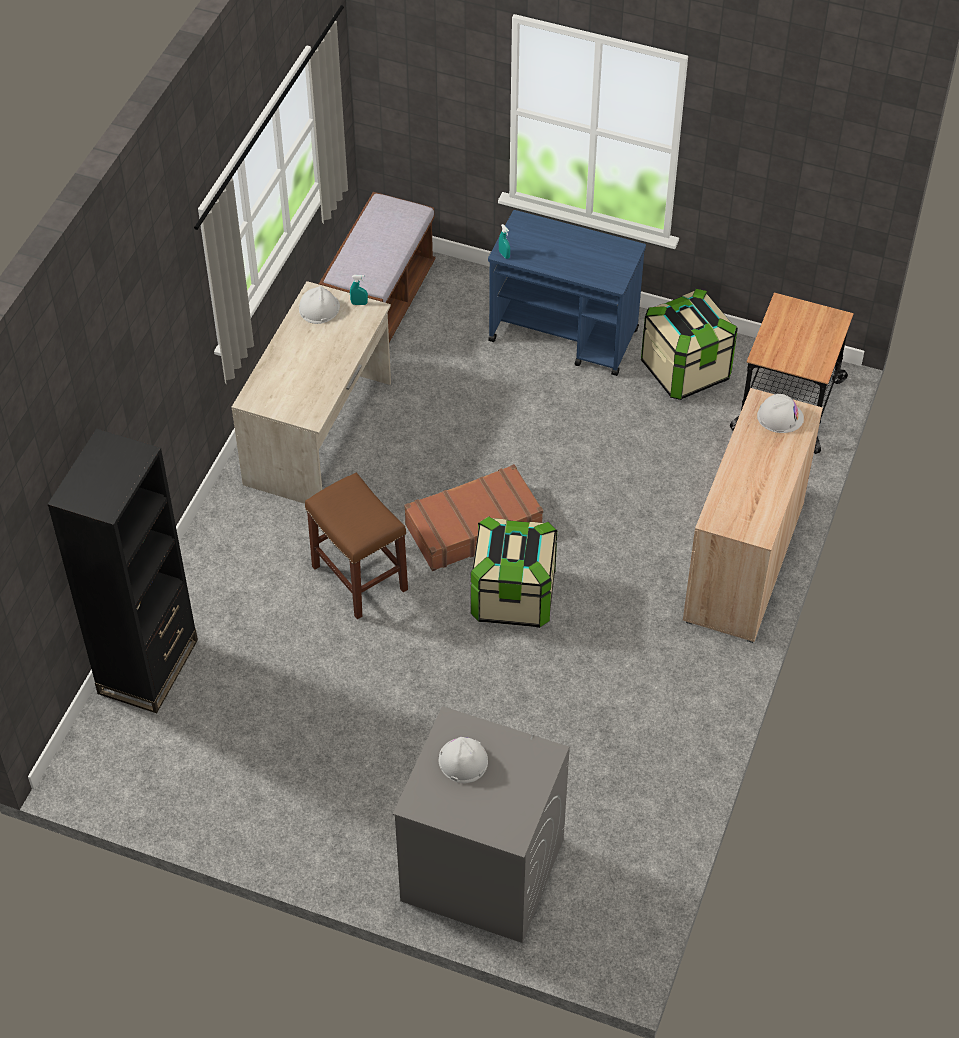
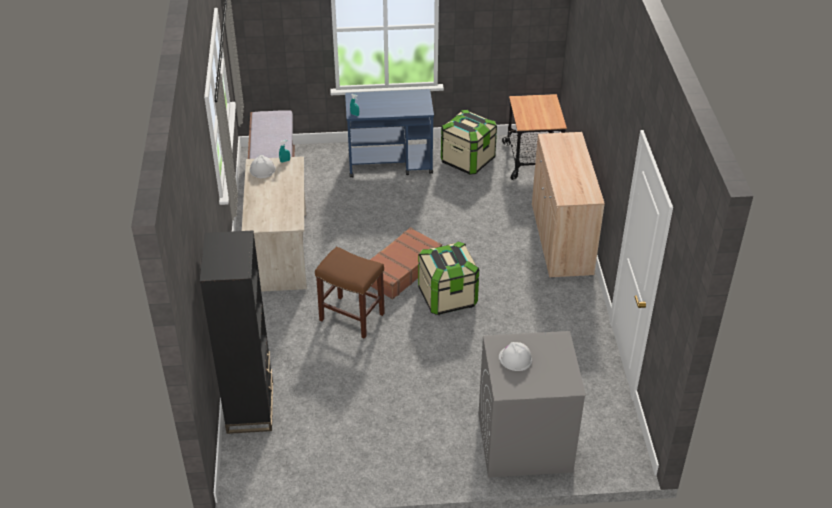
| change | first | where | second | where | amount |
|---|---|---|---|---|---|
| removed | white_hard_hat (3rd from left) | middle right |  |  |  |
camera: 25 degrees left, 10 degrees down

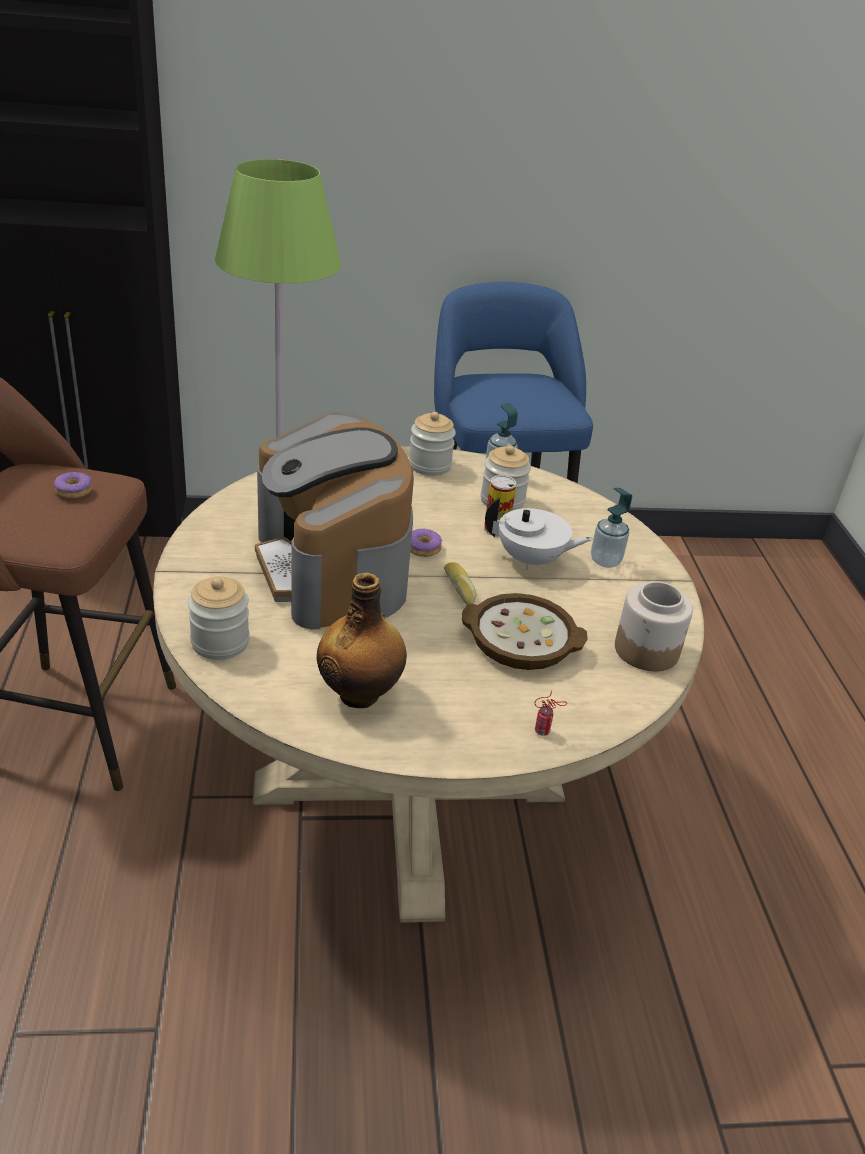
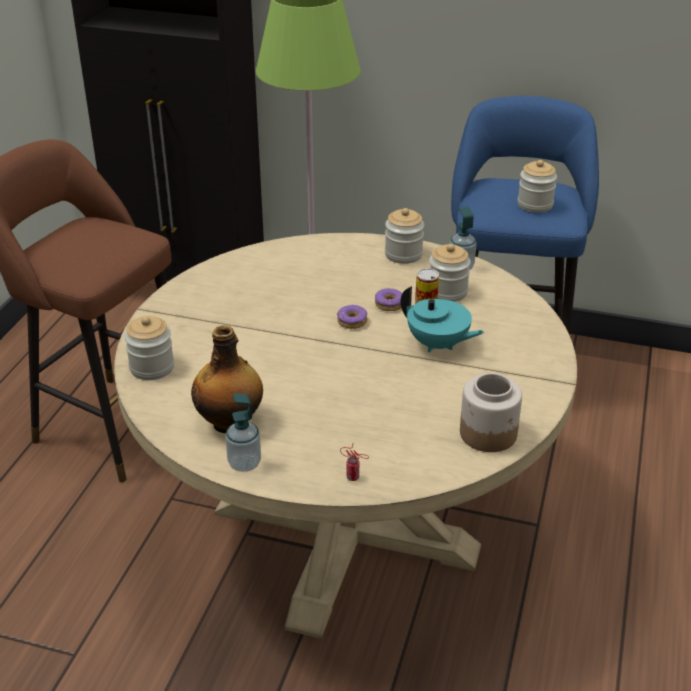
| change | first | where | second | where | amount |
|---|---|---|---|---|---|
| removed | coffee_machine | centre |  |  |  |
| moved | donut (1st from left in the first image) | middle left | donut (2nd from left) | centre |  |
| moved | soap_dispenser (2nd from left in the first image) | middle right | soap_dispenser (1st from left) | centre |  |
| recoloured | white_teapot | centre | turquoise_teapot | centre |  |
| removed | bread | centre |  |  |  |
| removed | bowl | centre |  |  |  |
| added |  |  | jar (5th from left) | top right |  |
camera: 25 degrees right, 0 degrees up

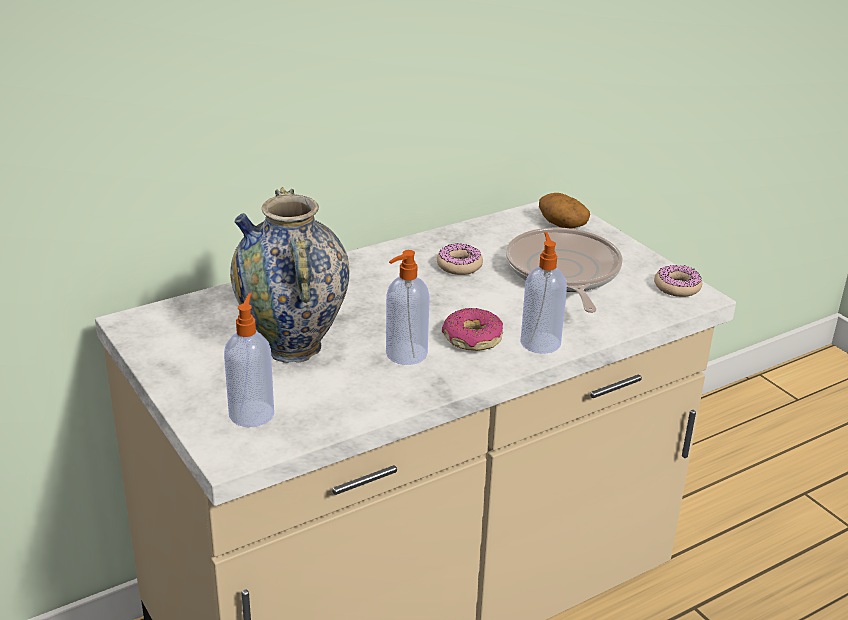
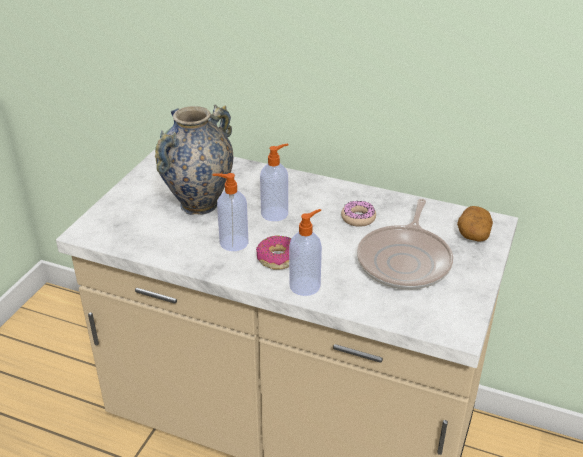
| change | first | where | second | where | amount |
|---|---|---|---|---|---|
| turned | frying_pan | centre |  | middle right | 150 degrees clockwise |
| removed | donut (3rd from left) | middle right |  |  |  |
| moved | soap_dispenser (1st from left in the first image) | middle left | soap_dispenser (2nd from left) | centre |  |
camera: 55 degrees right, 5 degrees up

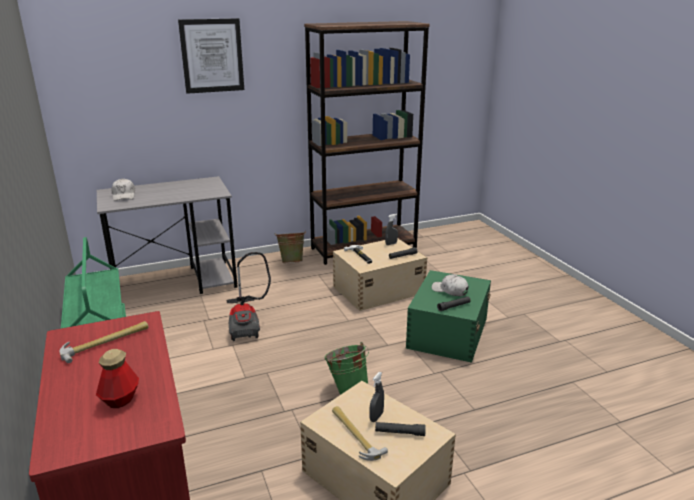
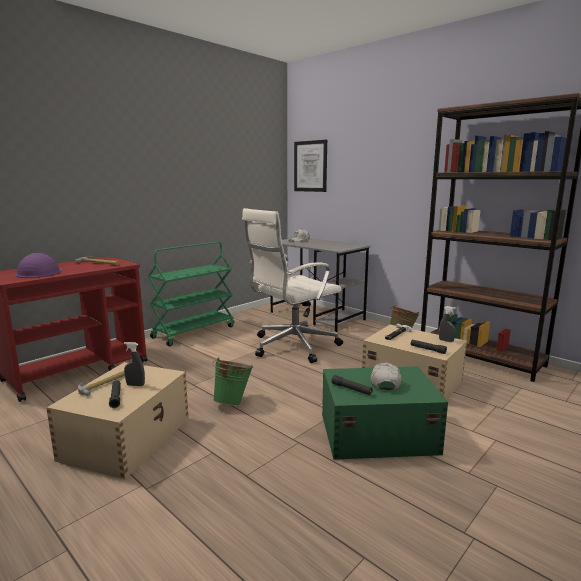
| change | first | where | second | where | amount |
|---|---|---|---|---|---|
| moved | picture | top left |  | top centre |  |
| replaced | vacuum_cleaner | centre | white_office_chair | centre |  |
| replaced | bottle | bottom left | purple_hard_hat | middle left |  |
camera: 65 degrees right, 10 degrees down

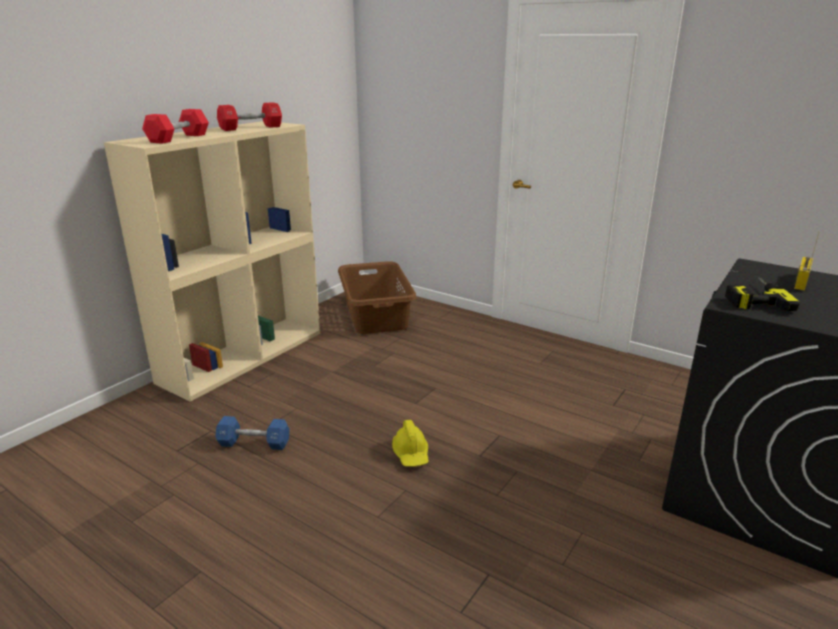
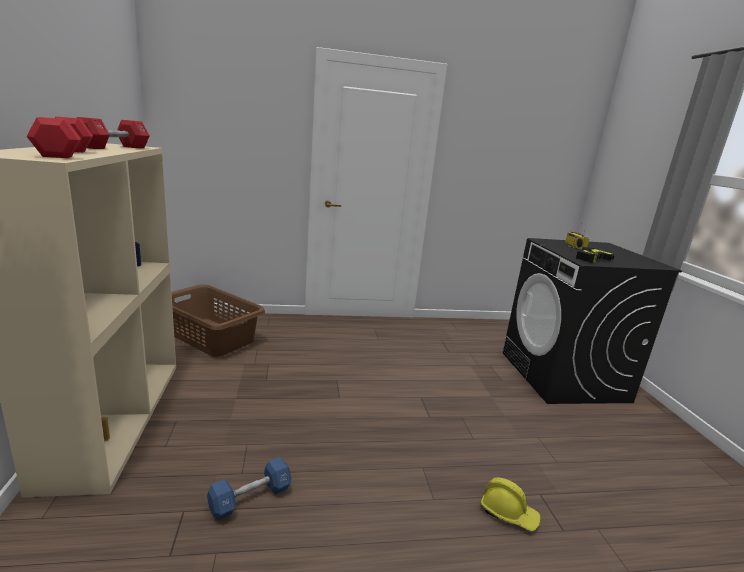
| change | first | where | second | where | amount |
|---|---|---|---|---|---|
| moved | yellow_hard_hat | bottom centre |  | bottom right |  |
camera: 45 degrees left, 5 degrees down

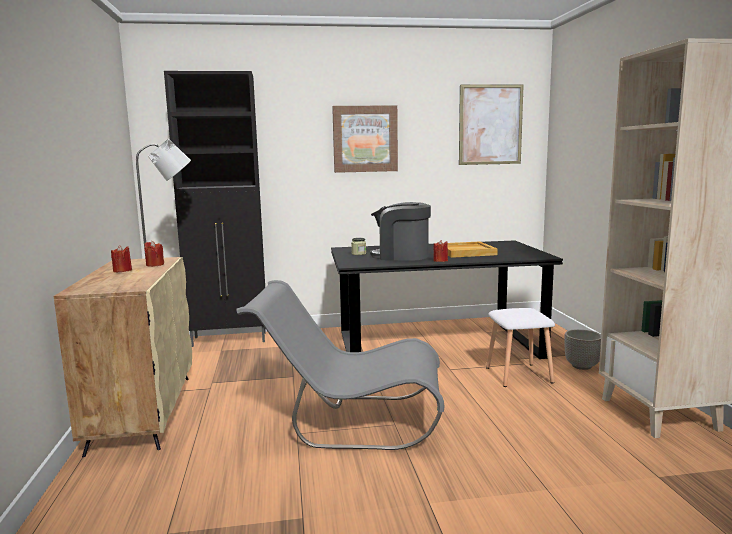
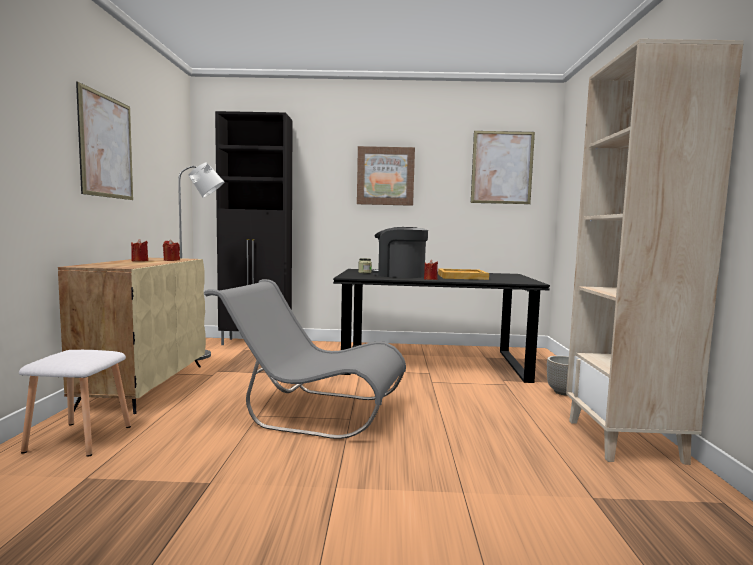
| change | first | where | second | where | amount |
|---|---|---|---|---|---|
| moved | white_stool | middle right |  | bottom left |  |
| added |  |  | picture (1st from left) | top left |  |
camera: 10 degrees right, 5 degrees down

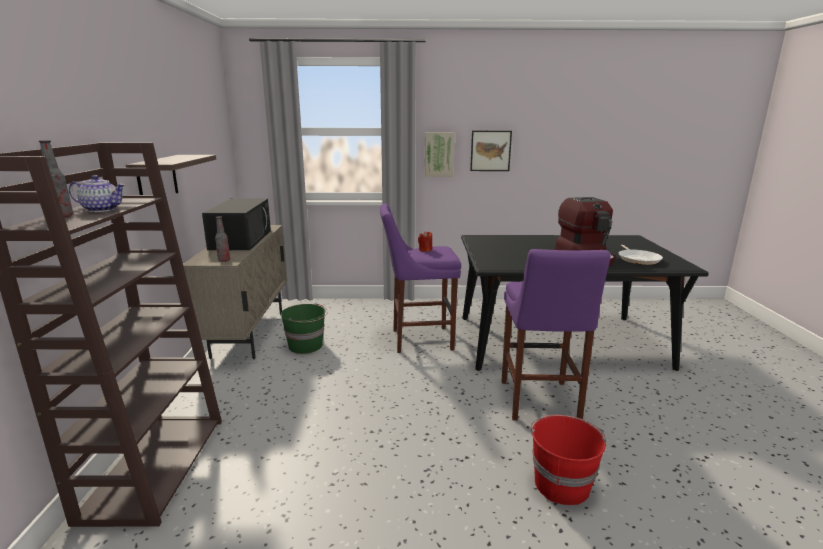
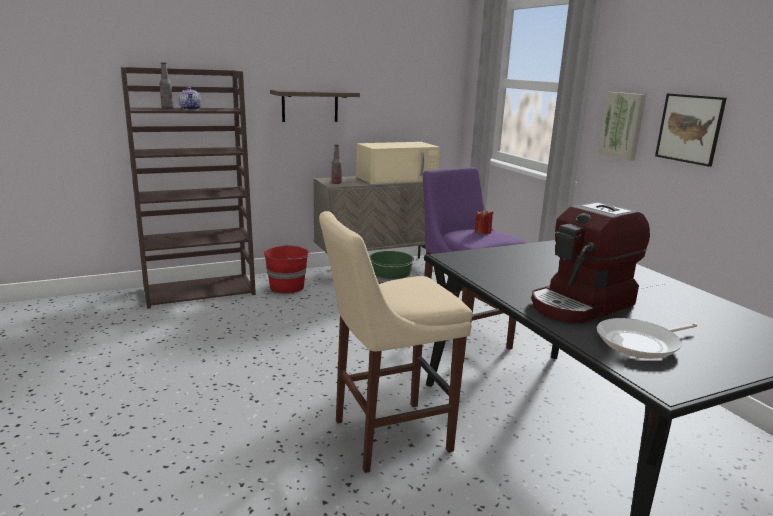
| change | first | where | second | where | amount |
|---|---|---|---|---|---|
| recoloured | black_microwave | middle left | beige_microwave | top centre |  |
| recoloured | purple_stool (2nd from left) | middle right | beige_stool | centre |  |
| moved | red_bucket | bottom right |  | centre |  |
camera: 65 degrees right, 0 degrees up

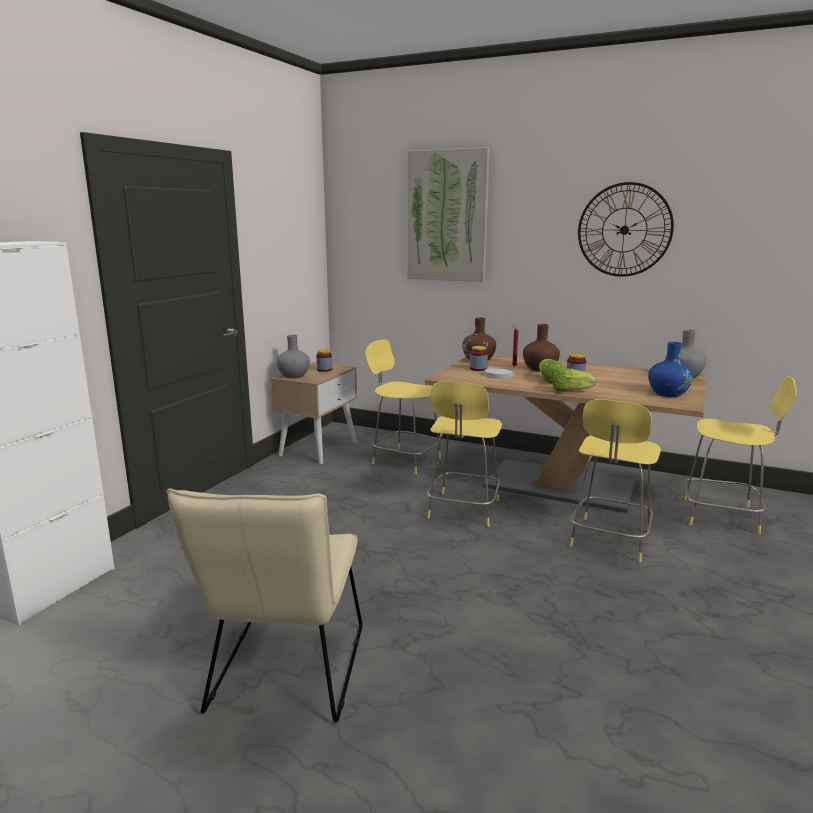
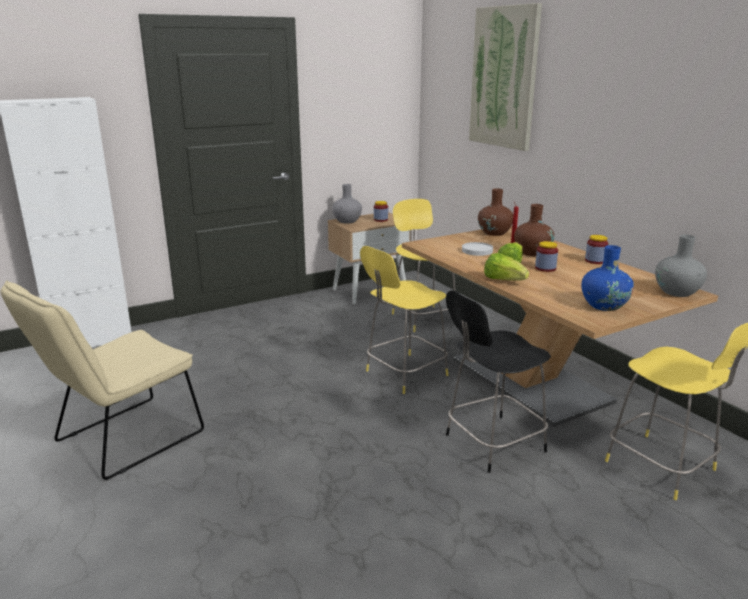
| change | first | where | second | where | amount |
|---|---|---|---|---|---|
| removed | wall_clock | top right |  |  |  |
| moved | jar (2nd from left in the first image) | centre | jar (3rd from left) | middle right |  |
| recoloured | yellow_stool (3rd from left) | middle right | black_stool | centre |  |
camera: 35 degrees right, 5 degrees up

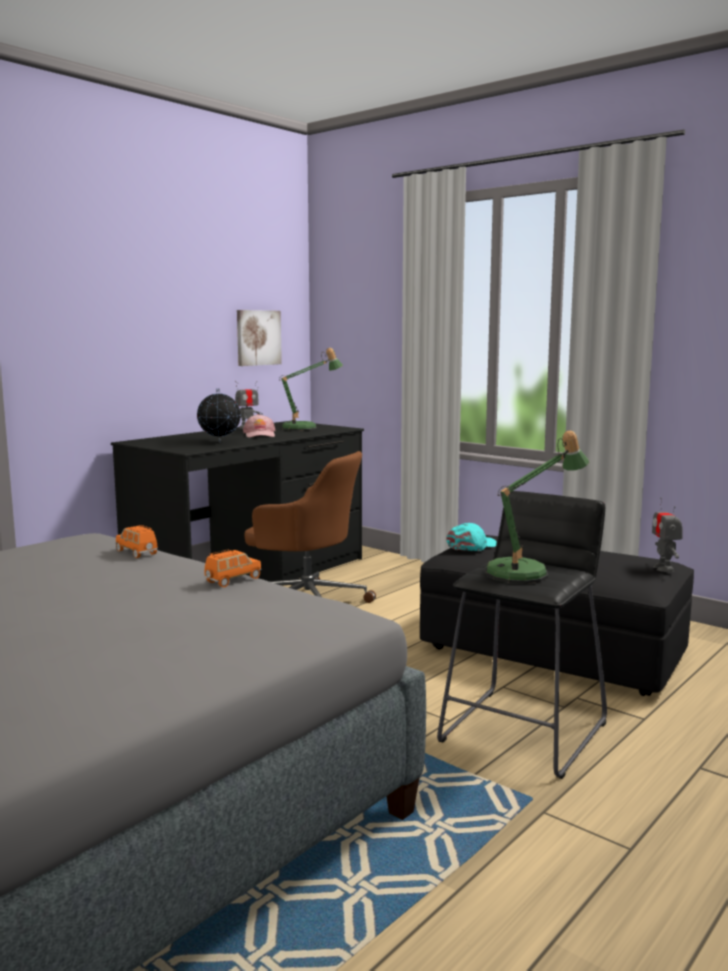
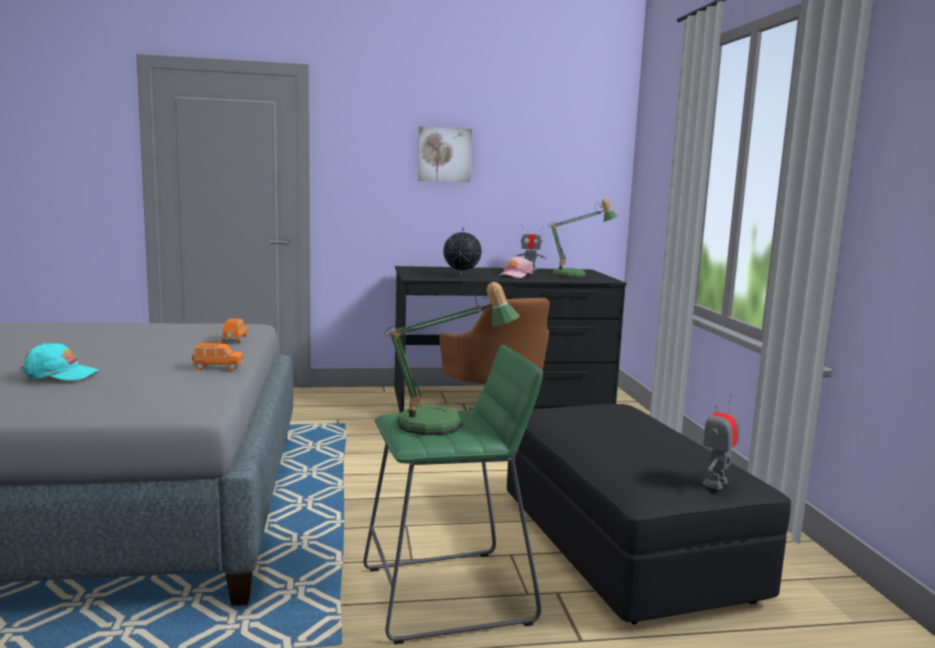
| change | first | where | second | where | amount |
|---|---|---|---|---|---|
| moved | picture | centre |  | top centre |  |
| recoloured | black_stool | middle right | green_stool | bottom centre |  |
| moved | turquoise_cap | centre |  | middle left |  |
camera: 40 degrees right, 0 degrees up

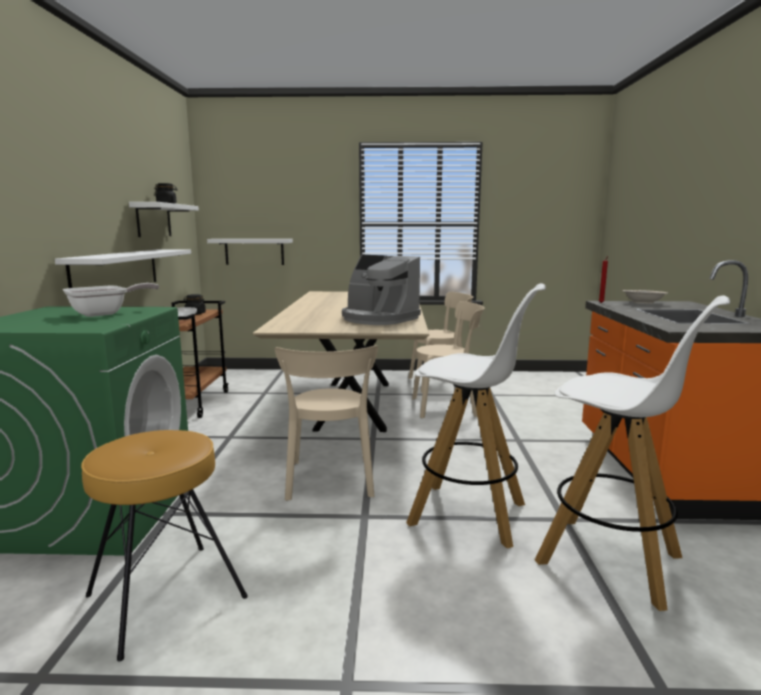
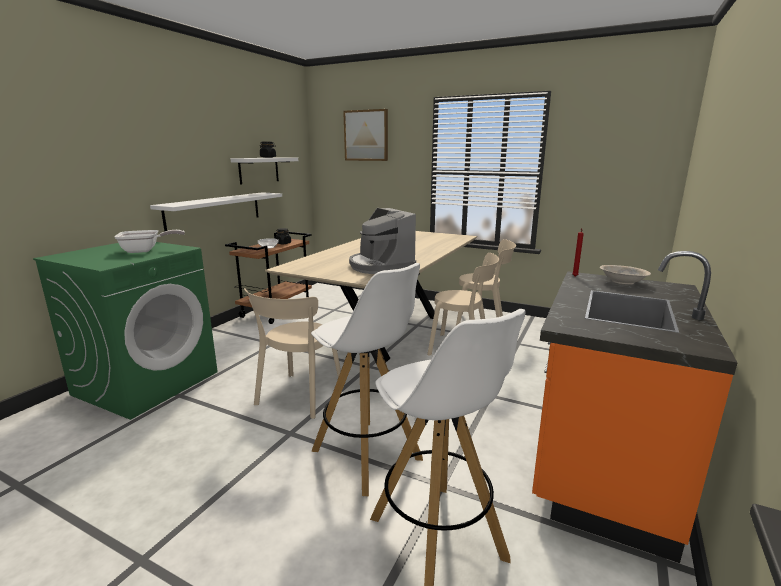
| change | first | where | second | where | amount |
|---|---|---|---|---|---|
| removed | white_shelf (3rd from left) | middle left |  |  |  |
| removed | brown_stool | bottom left |  |  |  |
| added |  |  | picture | top centre |  |
camera: 25 degrees right, 5 degrees up

